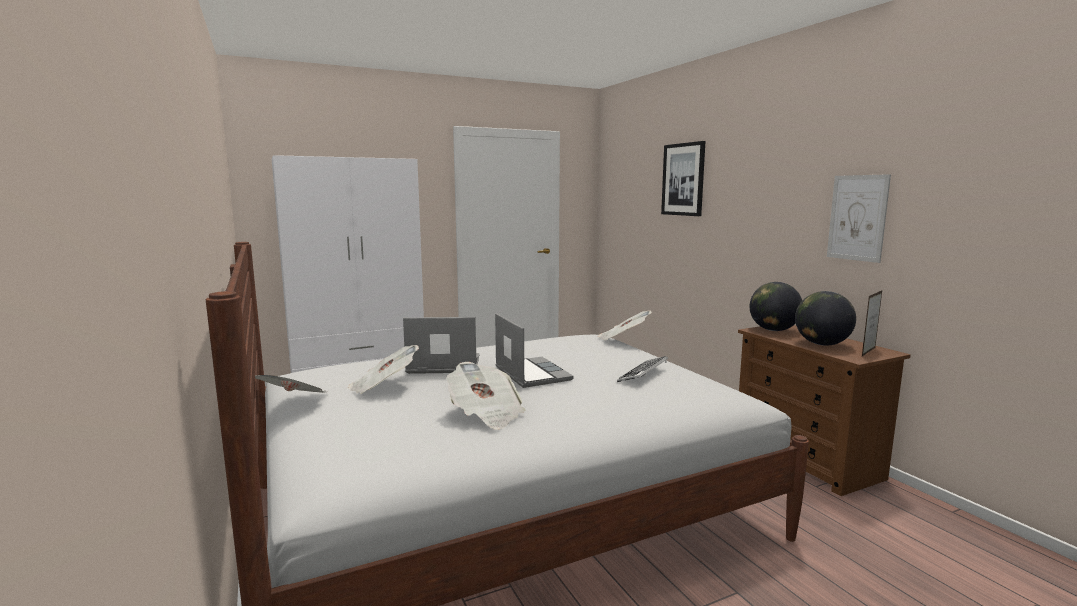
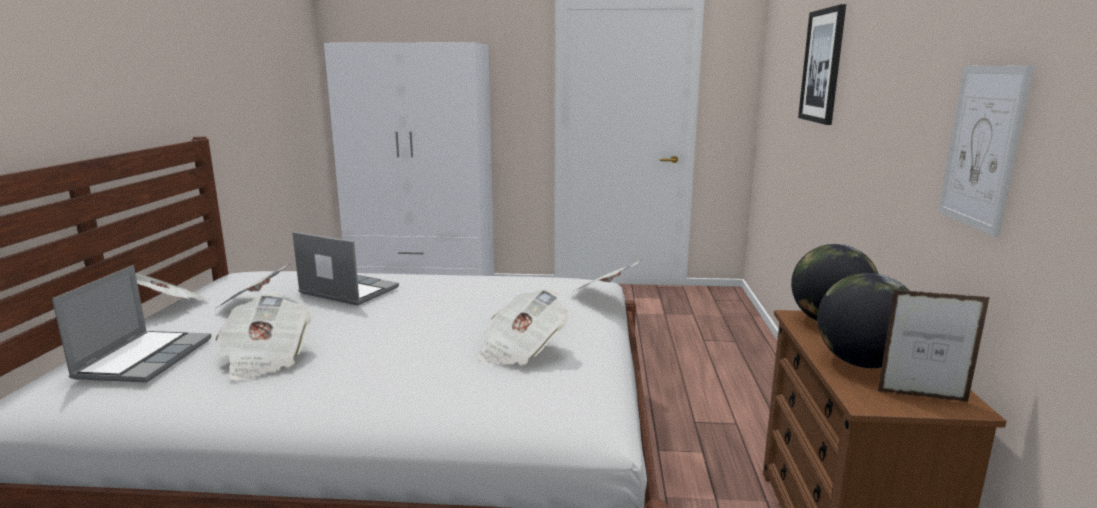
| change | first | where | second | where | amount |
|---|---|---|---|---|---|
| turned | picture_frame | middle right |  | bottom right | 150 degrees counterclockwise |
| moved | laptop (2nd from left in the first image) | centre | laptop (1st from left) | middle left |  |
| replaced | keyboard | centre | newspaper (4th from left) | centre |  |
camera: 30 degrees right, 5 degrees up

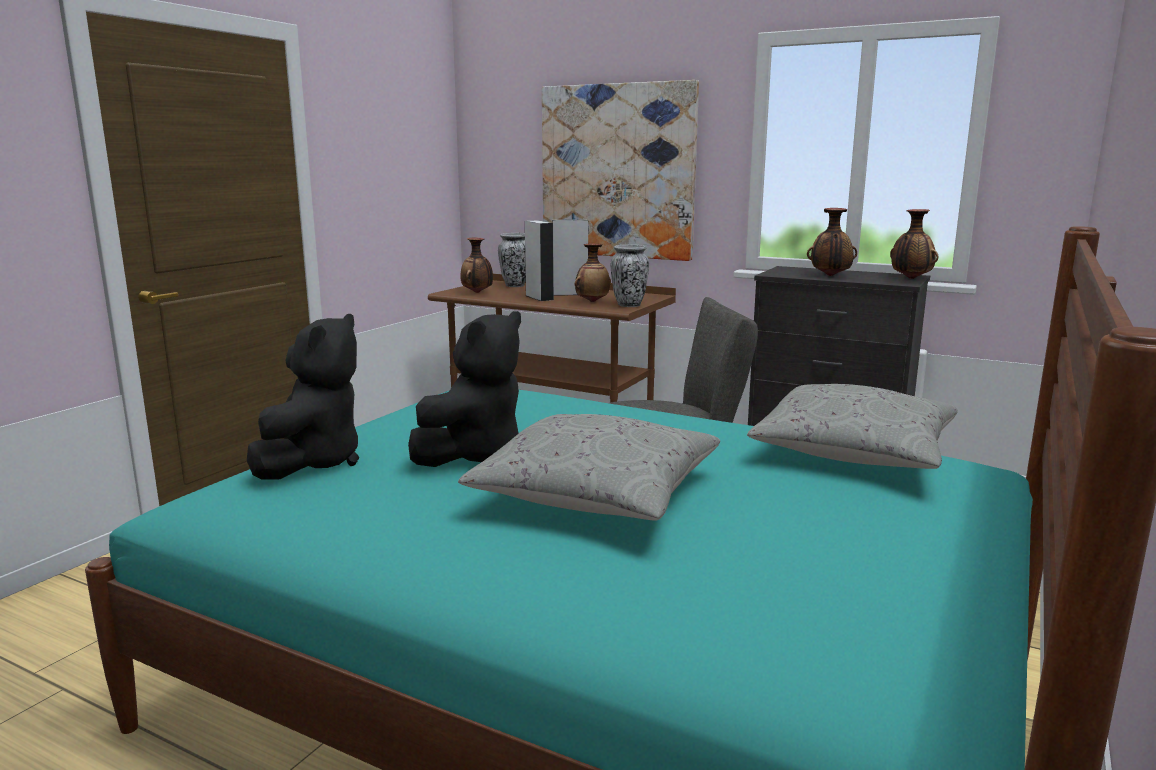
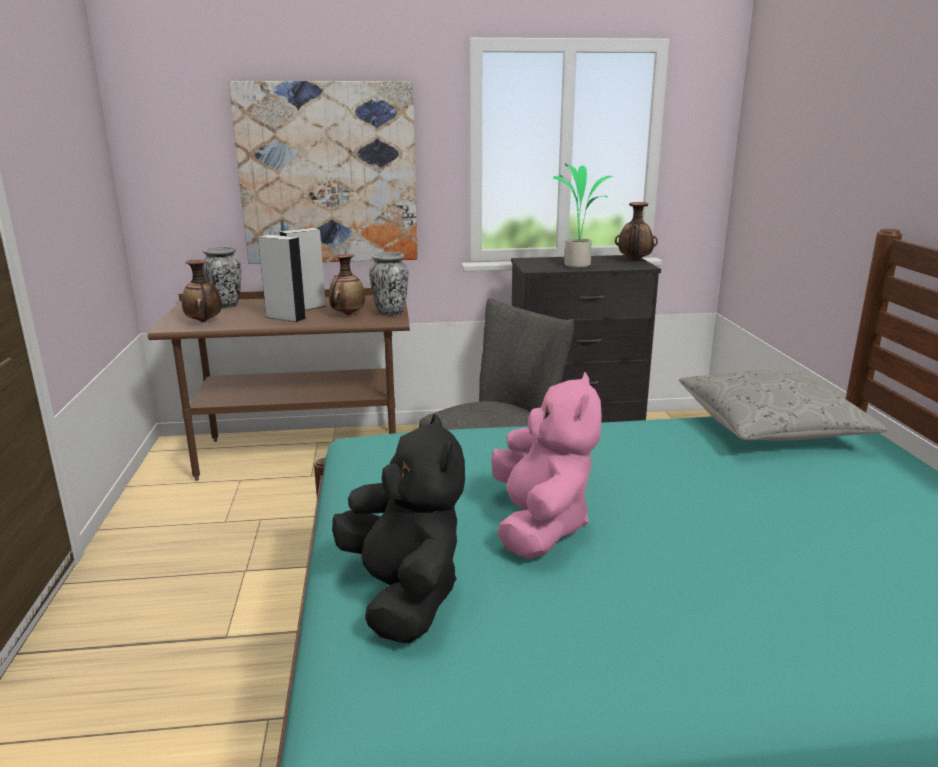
| change | first | where | second | where | amount |
|---|---|---|---|---|---|
| replaced | vase (5th from left) | top right | potted_plant | top centre |  |
| recoloured | black_plush_toy (2nd from left) | centre | pink_plush_toy | centre |  |
| removed | grey_pillow (1st from left) | centre |  |  |  |
camera: 35 degrees left, 5 degrees up

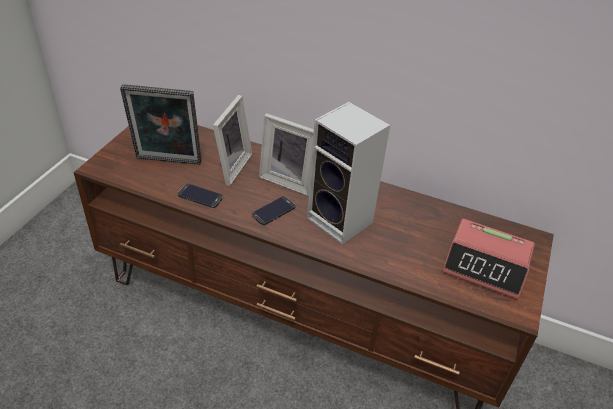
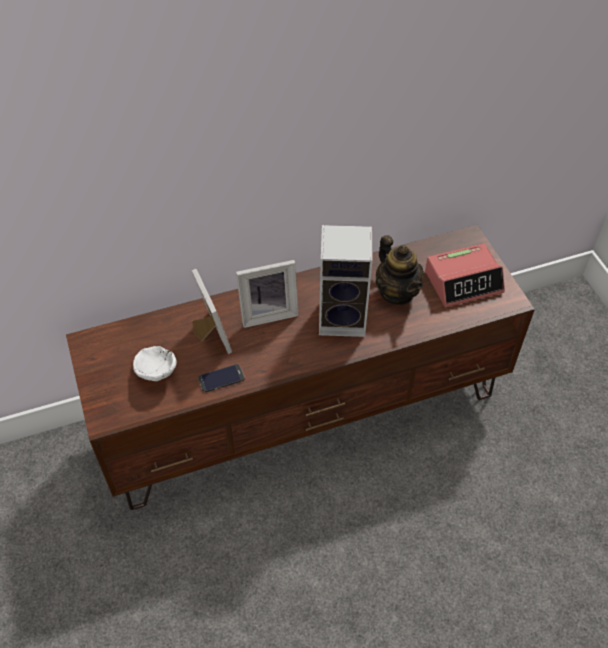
| change | first | where | second | where | amount |
|---|---|---|---|---|---|
| replaced | picture_frame (1st from left) | top left | white_bowl | middle left |  |
| removed | phone (2nd from left) | centre |  |  |  |
| added |  |  | teapot | centre |  |
camera: 40 degrees left, 10 degrees up

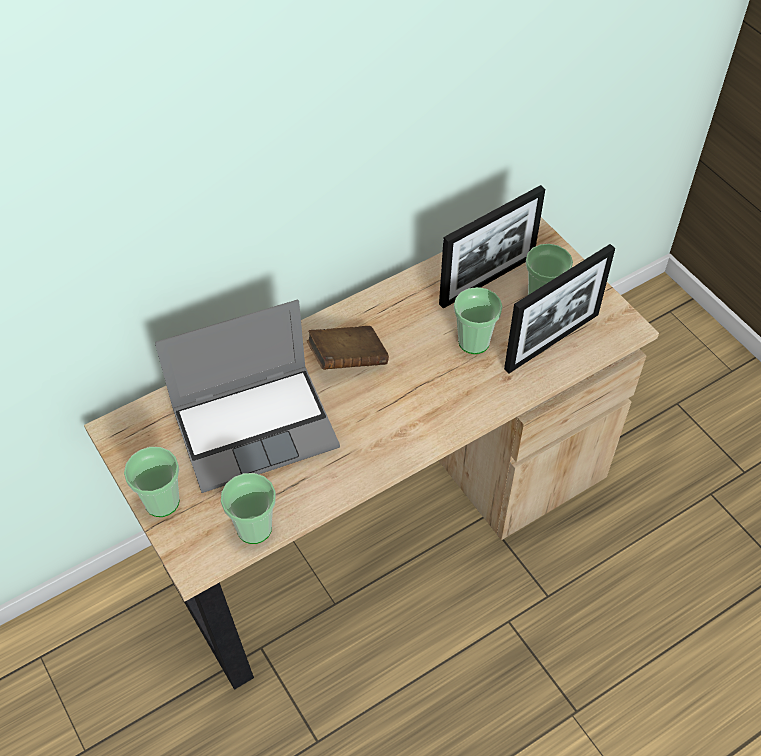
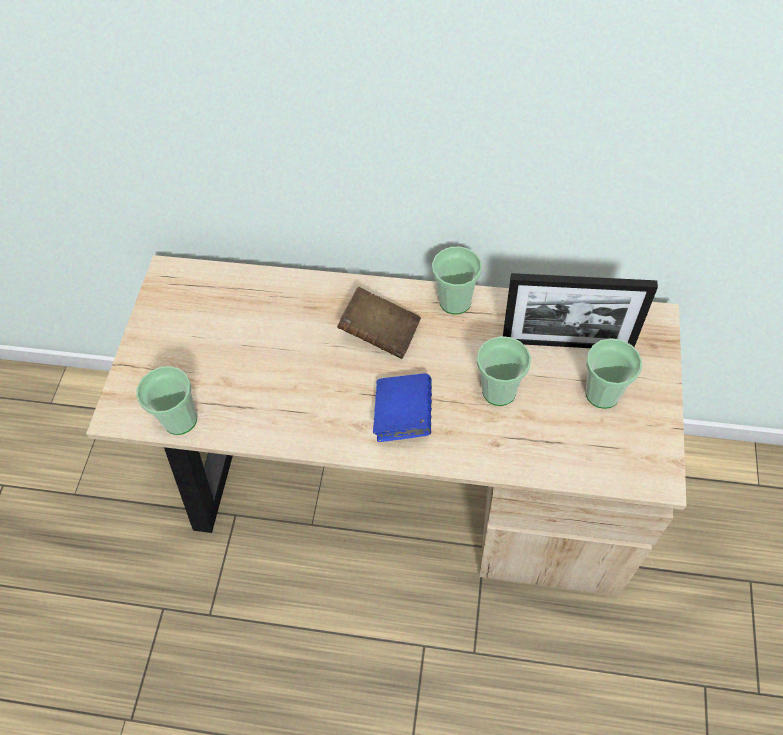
| change | first | where | second | where | amount |
|---|---|---|---|---|---|
| removed | picture_frame (2nd from left) | middle right |  |  |  |
| removed | laptop | middle left |  |  |  |
| moved | cup (1st from left in the first image) | middle left | cup (2nd from left) | centre |  |
| added |  |  | blue_book | centre |  |
camera: 45 degrees right, 5 degrees up

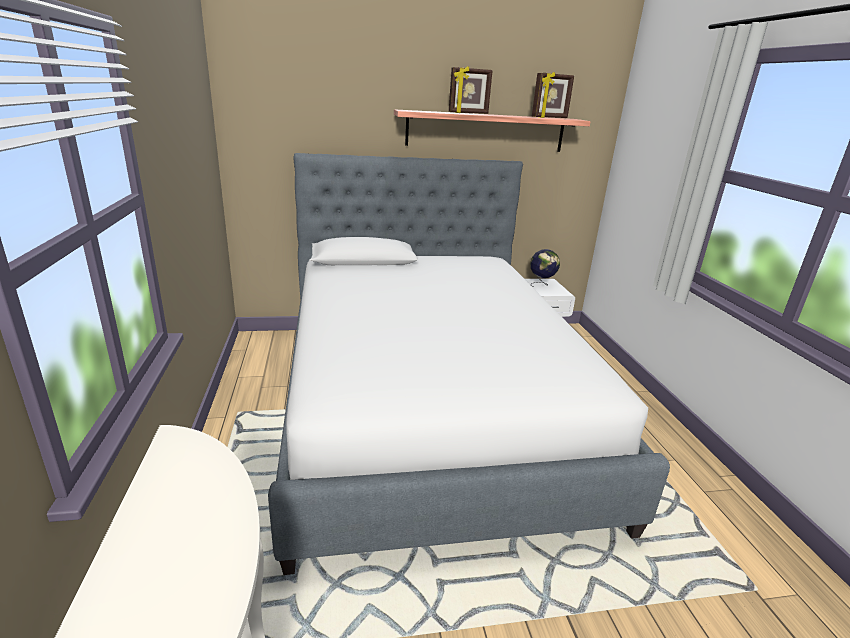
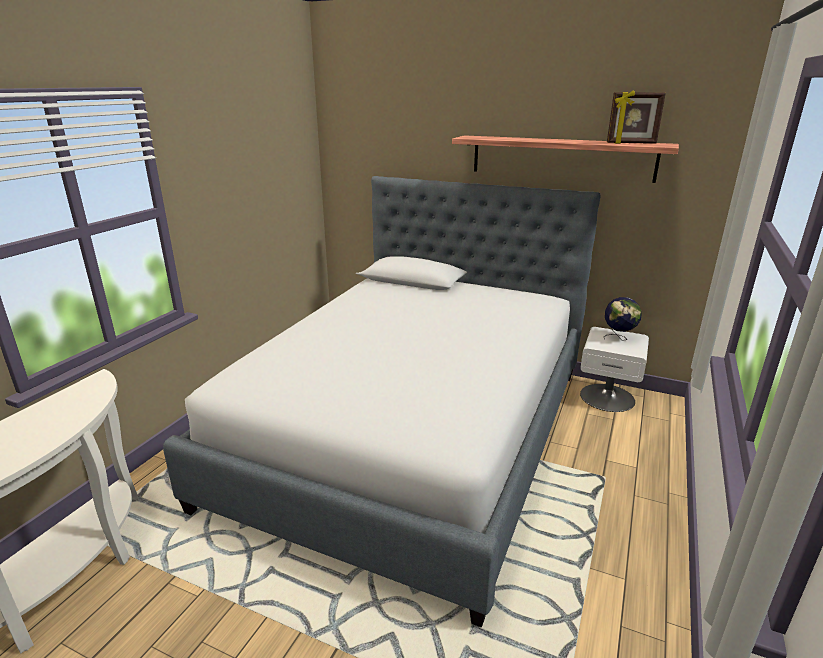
| change | first | where | second | where | amount |
|---|---|---|---|---|---|
| removed | picture_frame (1st from left) | top centre |  |  |  |
camera: 35 degrees right, 0 degrees up

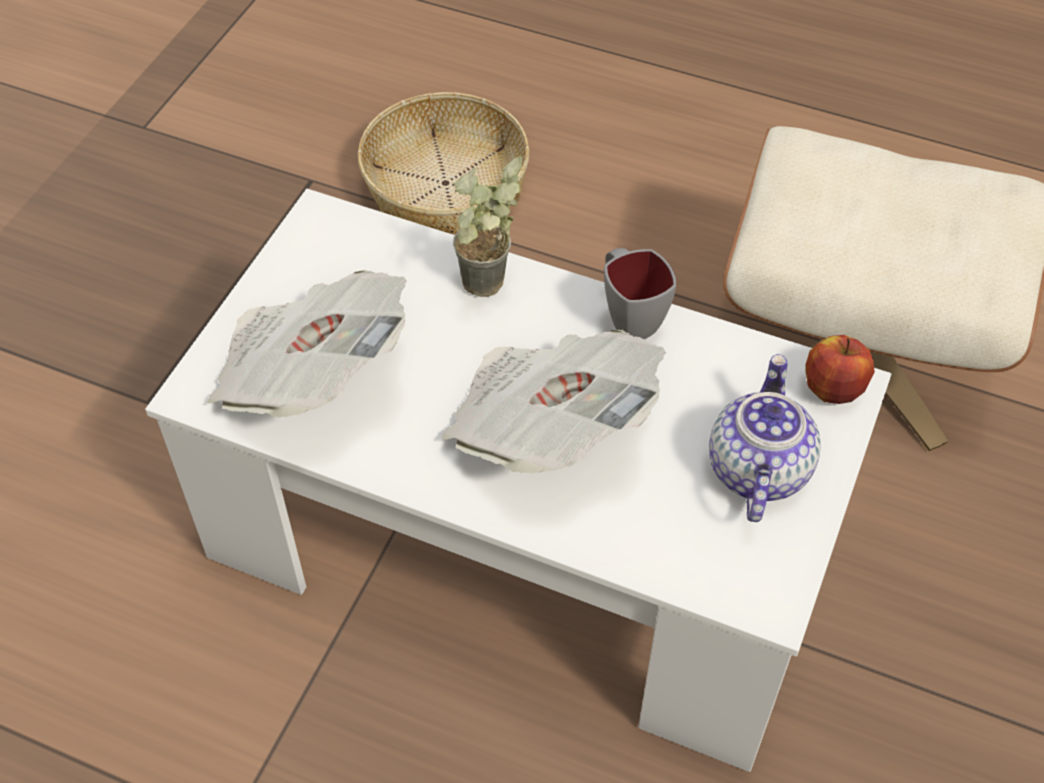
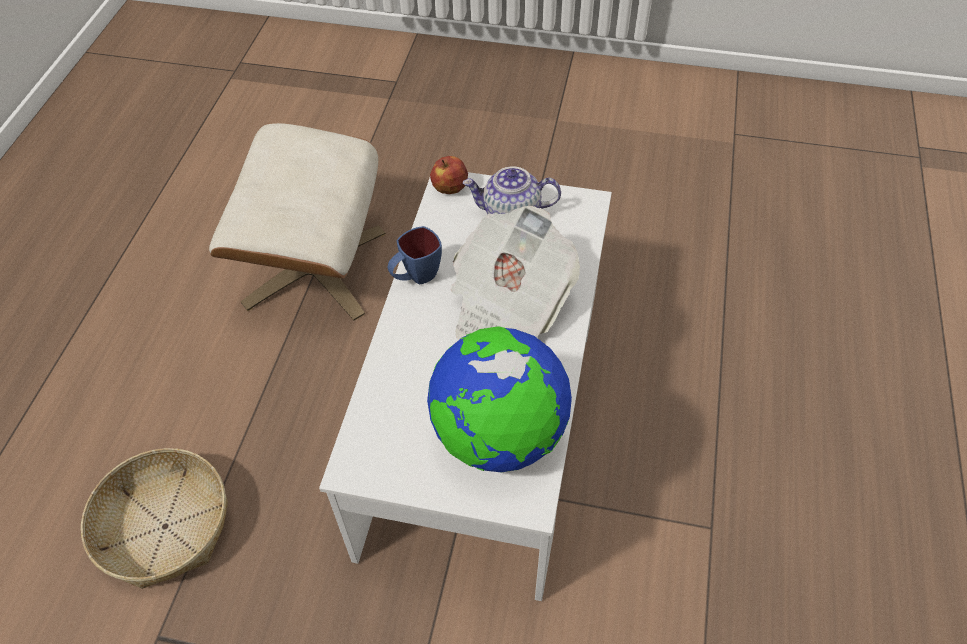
| change | first | where | second | where | amount |
|---|---|---|---|---|---|
| removed | potted_plant | top centre |  |  |  |
| recoloured | grey_mug | centre | blue_mug | centre |  |
| replaced | newspaper (1st from left) | middle left | globe | centre |  |
camera: 100 degrees left, 0 degrees up

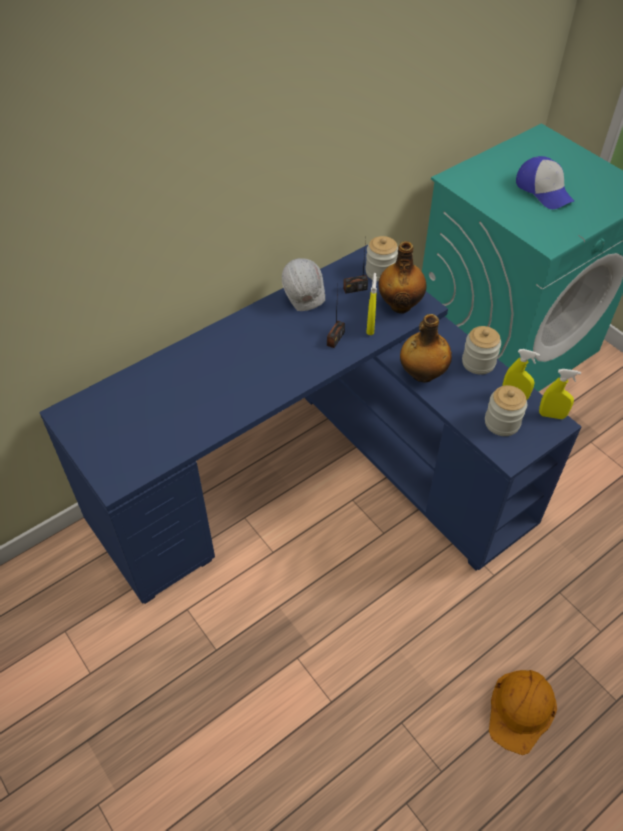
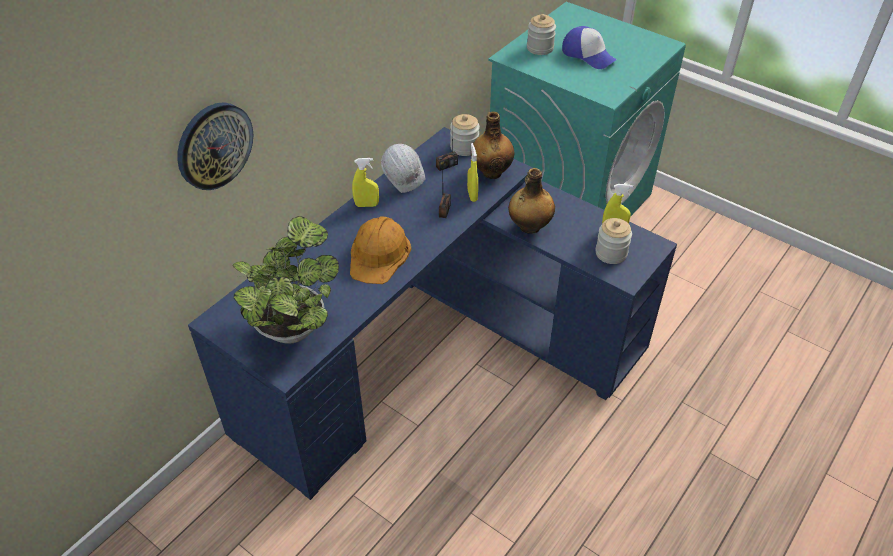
| change | first | where | second | where | amount |
|---|---|---|---|---|---|
| moved | jar (2nd from left) | middle right |  | top centre |  |
| moved | yellow_spray_bottle (3rd from left in the first image) | middle right | yellow_spray_bottle (1st from left) | top centre |  |
| moved | orange_hard_hat | bottom right |  | centre |  |
| added |  |  | wall_clock | top left |  |
| added |  |  | potted_plant | middle left |  |
camera: 15 degrees left, 5 degrees down

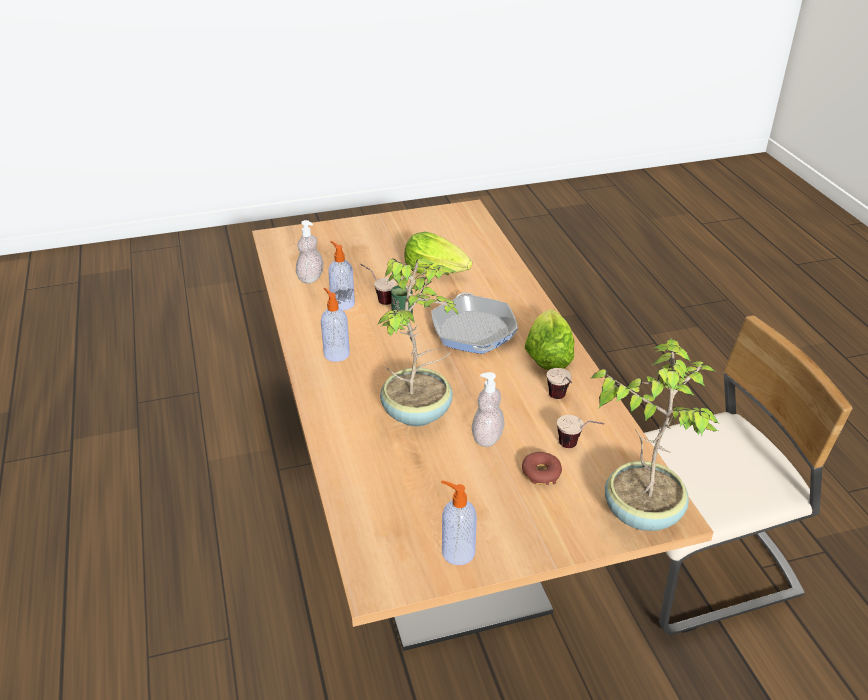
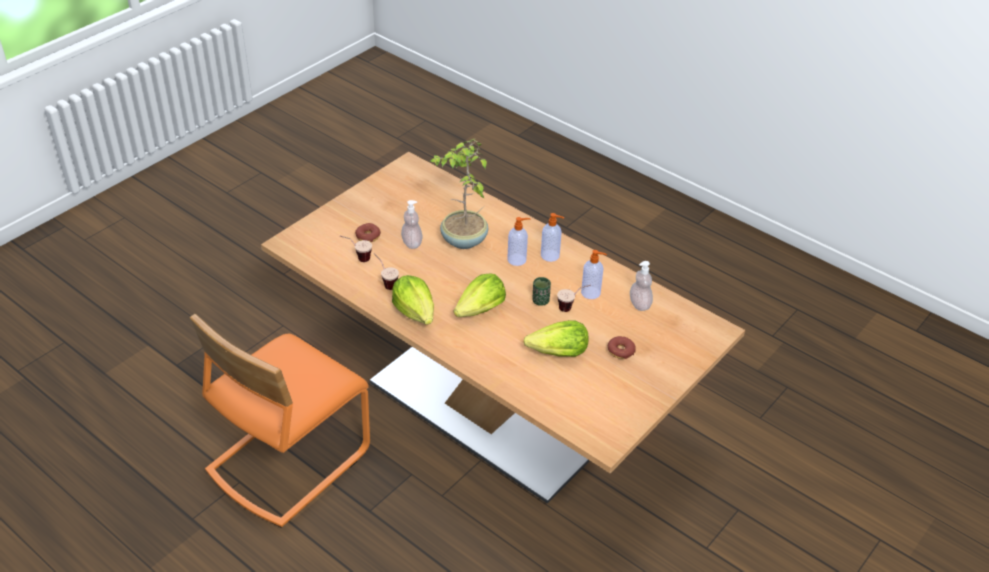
| change | first | where | second | where | amount |
|---|---|---|---|---|---|
| replaced | frying_pan | centre | lettuce (2nd from left) | centre |  |
| recoloured | beige_chair | bottom right | orange_chair | bottom left |  |
| removed | potted_plant (2nd from left) | middle right |  |  |  |
| moved | soap_dispenser (4th from left in the first image) | bottom centre | soap_dispenser (2nd from left) | centre |  |
| added |  |  | donut (2nd from left) | centre |  |
camera: 145 degrees right, 5 degrees up

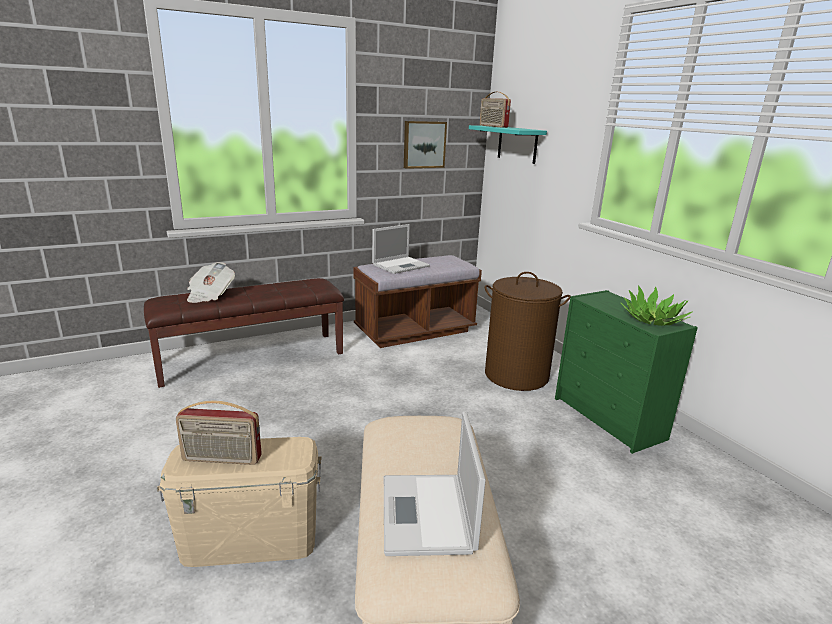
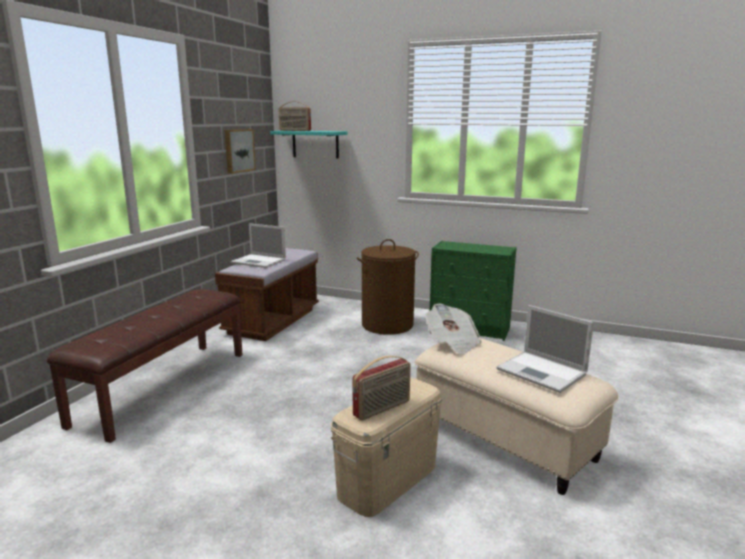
| change | first | where | second | where | amount |
|---|---|---|---|---|---|
| turned | laptop (1st from left) | centre |  | centre | 105 degrees clockwise |
| moved | newspaper | middle left |  | centre |  |
| removed | potted_plant | middle right |  |  |  |
camera: 40 degrees left, 5 degrees down

